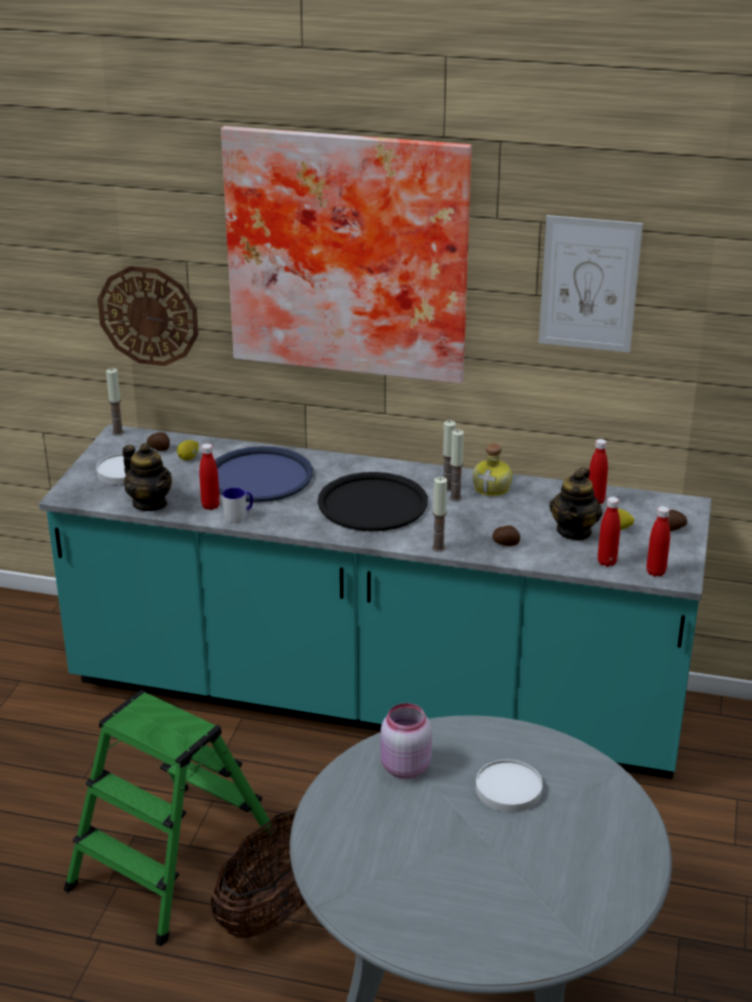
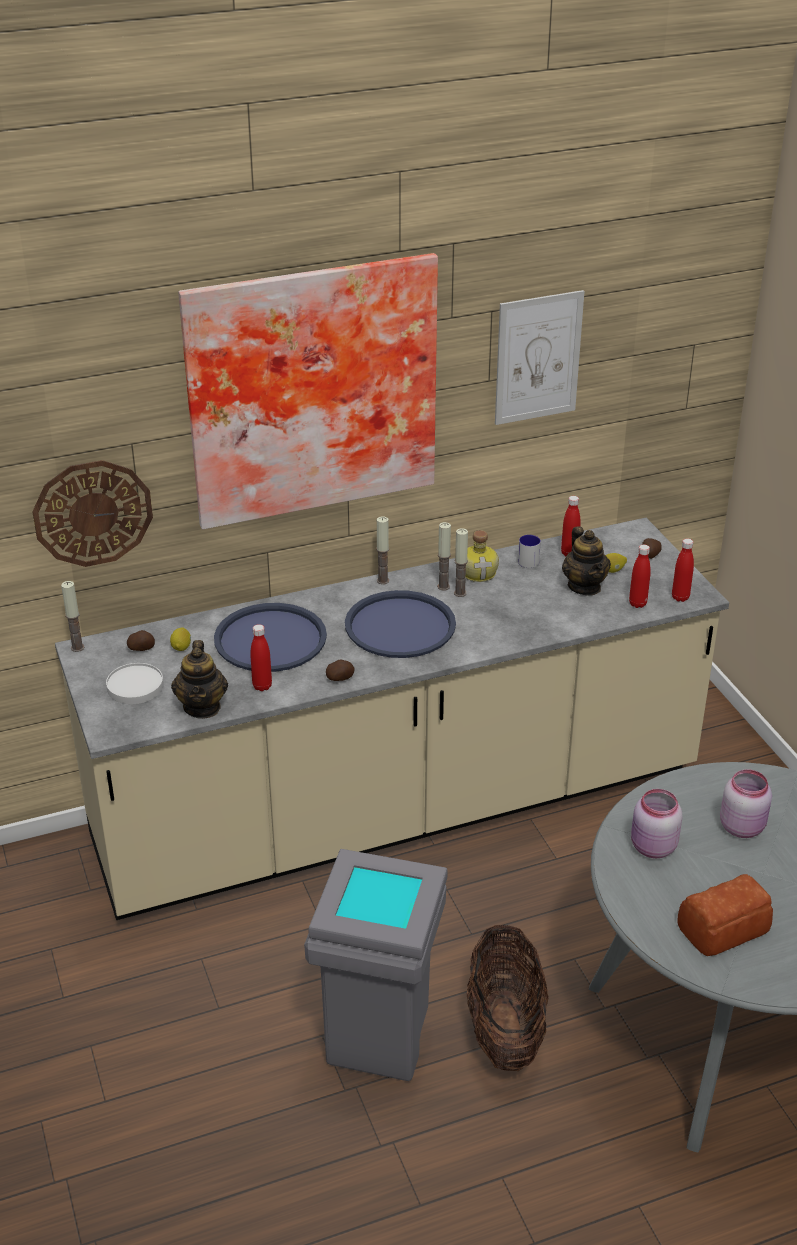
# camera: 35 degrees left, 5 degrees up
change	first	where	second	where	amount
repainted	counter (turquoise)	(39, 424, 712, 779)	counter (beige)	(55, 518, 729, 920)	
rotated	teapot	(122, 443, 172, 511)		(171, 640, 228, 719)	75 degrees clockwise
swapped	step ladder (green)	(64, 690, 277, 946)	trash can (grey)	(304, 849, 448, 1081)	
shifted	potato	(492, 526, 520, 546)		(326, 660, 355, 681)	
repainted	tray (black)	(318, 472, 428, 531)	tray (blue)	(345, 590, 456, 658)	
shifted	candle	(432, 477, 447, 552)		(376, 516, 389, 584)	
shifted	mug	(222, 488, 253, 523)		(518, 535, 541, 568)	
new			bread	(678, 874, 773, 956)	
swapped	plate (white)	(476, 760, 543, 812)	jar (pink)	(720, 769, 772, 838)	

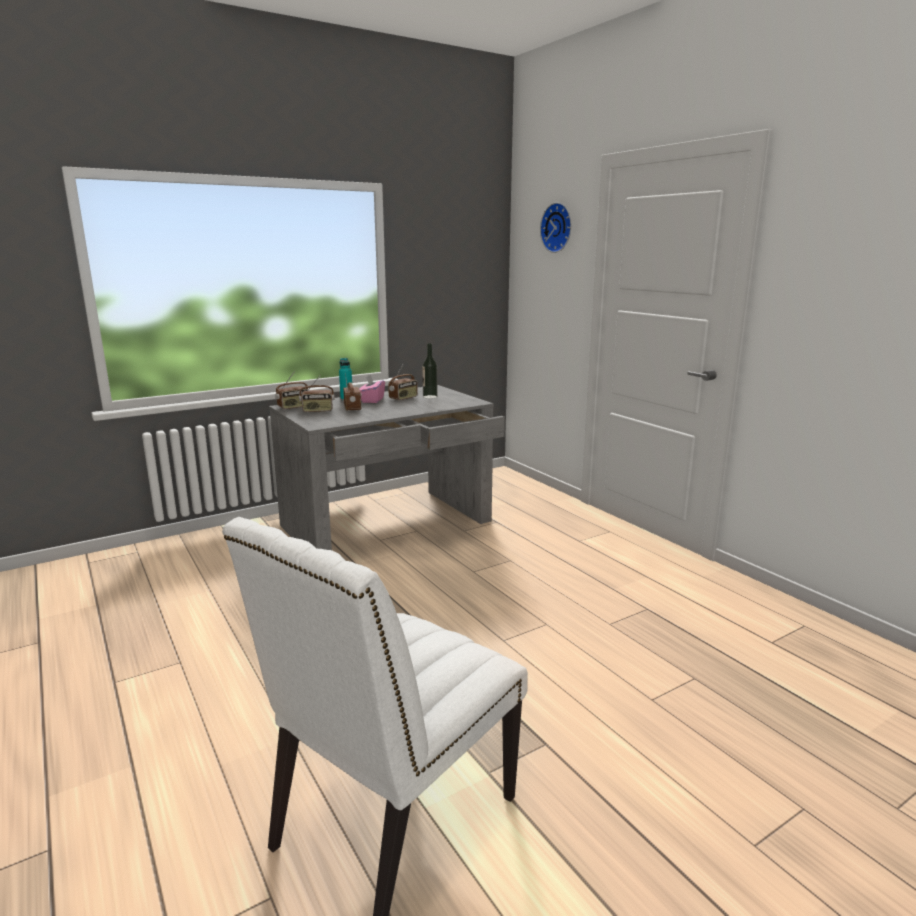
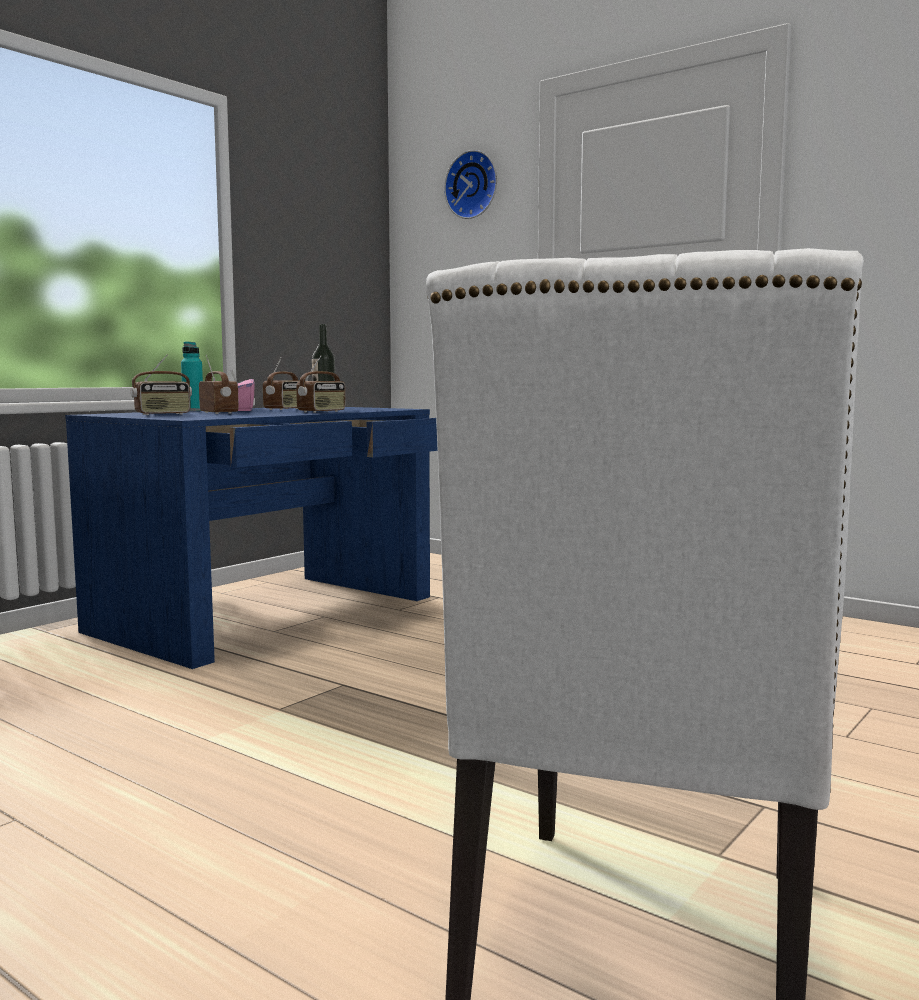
# camera: 20 degrees left, 10 degrees down
change	first	where	second	where	amount
repainted	desk (grey)	(269, 385, 505, 550)	desk (blue)	(65, 407, 438, 669)	
shifted	radio	(275, 372, 308, 409)		(296, 355, 346, 413)	

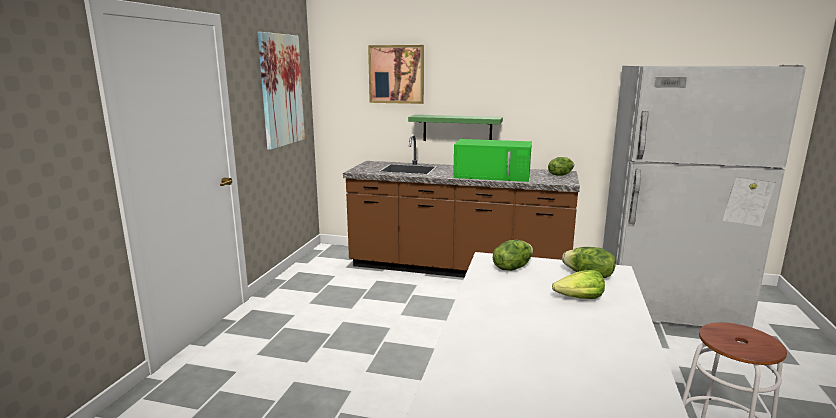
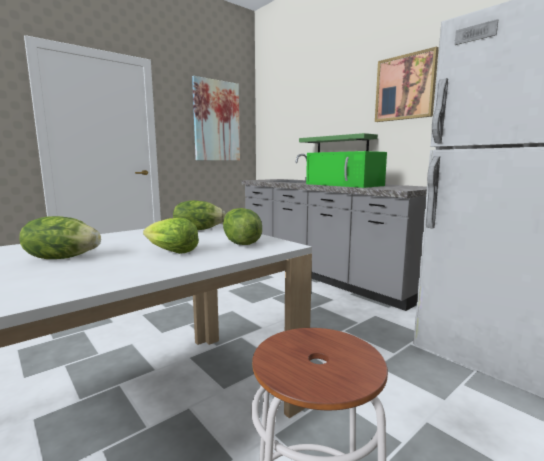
# camera: 35 degrees right, 5 degrees down
change	first	where	second	where	amount
shifted	lettuce	(548, 157, 574, 176)		(19, 216, 101, 259)	
repainted	counter (brown)	(343, 135, 580, 278)	counter (grey)	(241, 154, 427, 311)	
shifted	picture	(368, 45, 424, 104)		(375, 47, 439, 122)	

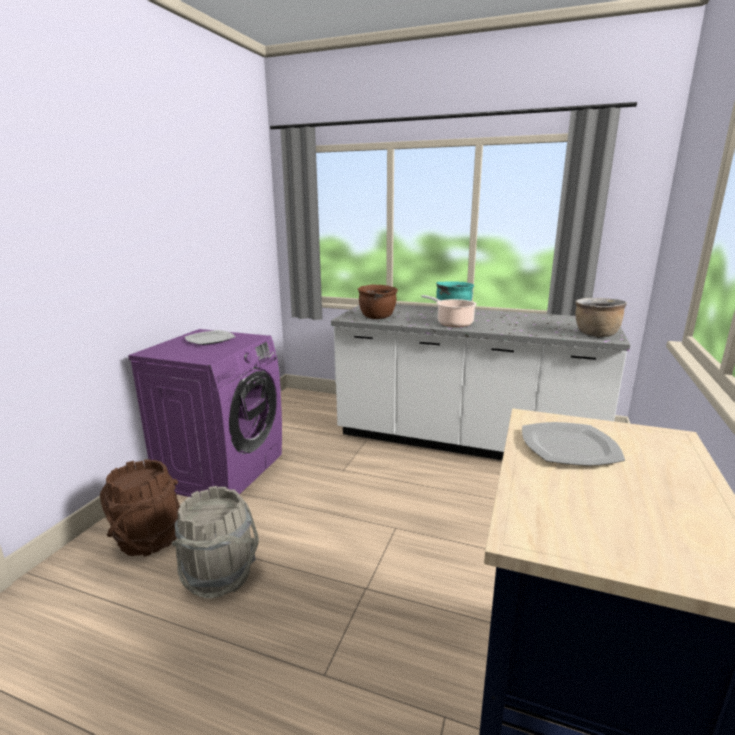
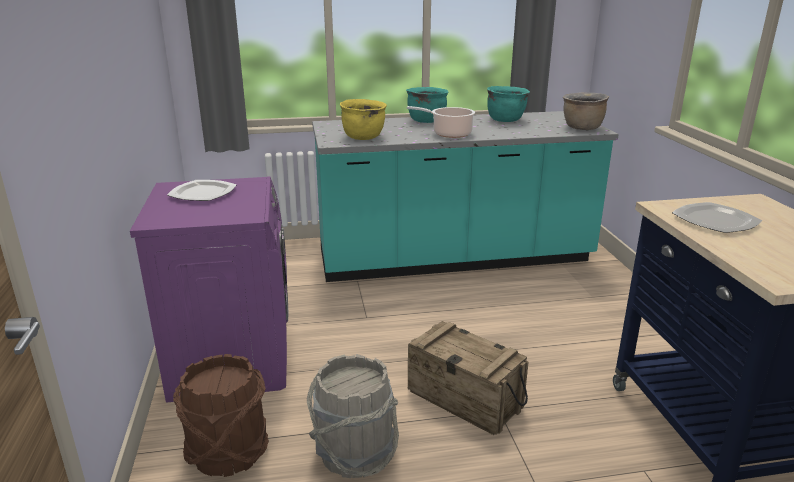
# camera: 30 degrees left, 5 degrees up
change	first	where	second	where	amount
repainted	counter (white)	(331, 304, 630, 460)	counter (turquoise)	(312, 111, 619, 282)	
repainted	cooking pot (brown)	(358, 285, 398, 319)	cooking pot (yellow)	(340, 99, 387, 140)	
new			crate	(408, 321, 528, 435)	
new			cooking pot (turquoise)	(487, 86, 530, 122)	

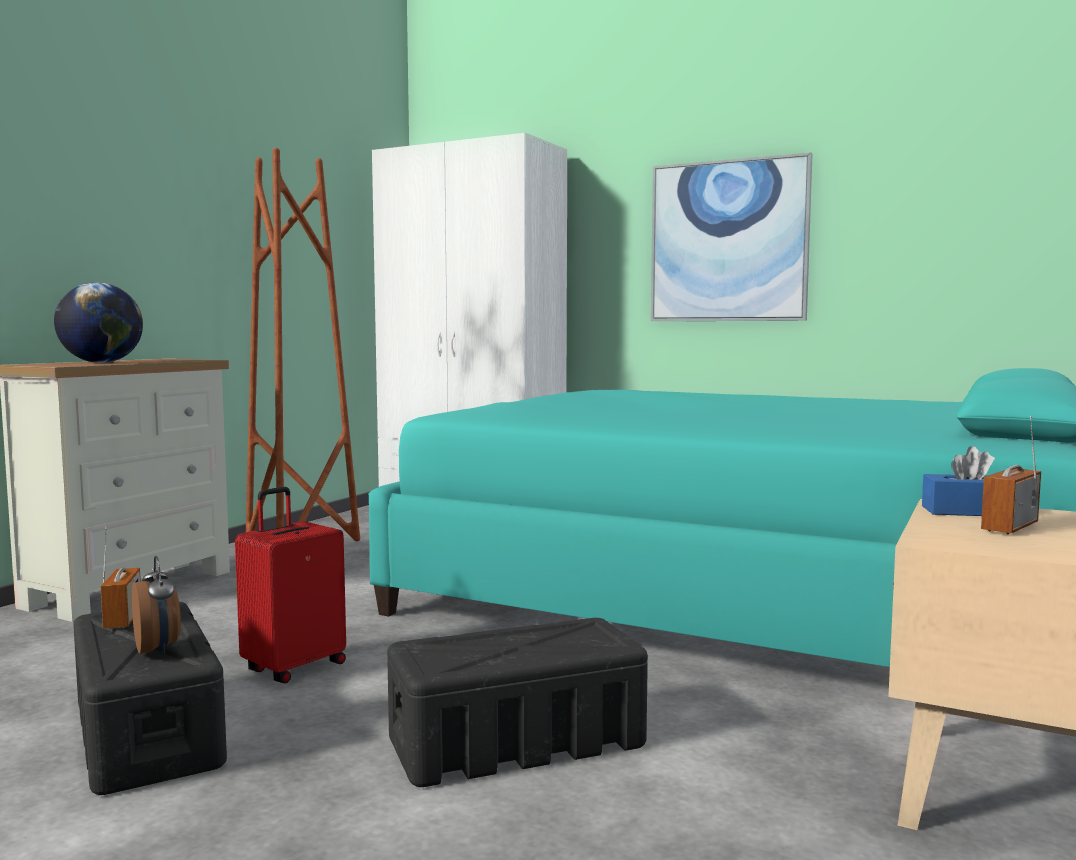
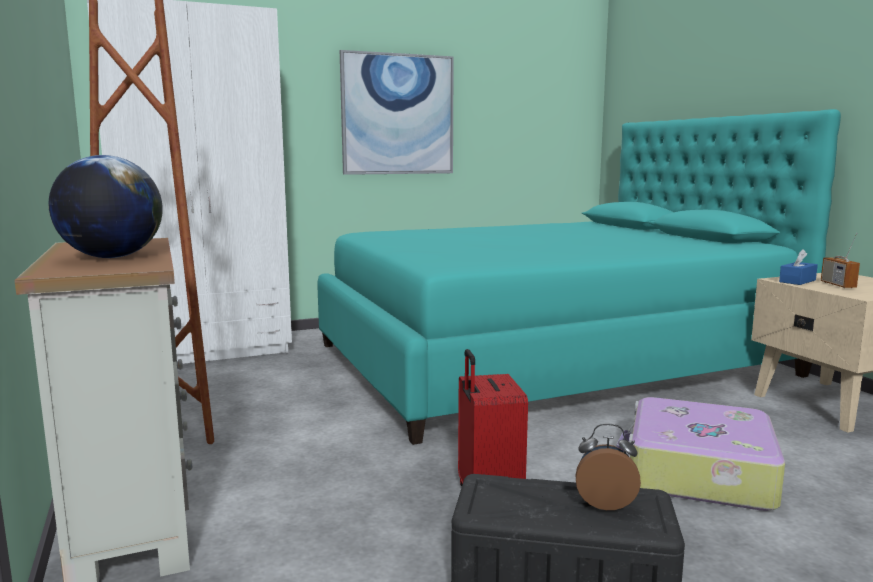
# camera: 50 degrees left, 5 degrees up
change	first	where	second	where	amount
swapped	storage box (black)	(387, 618, 648, 787)	suitcase	(616, 397, 785, 511)	
gone	radio	(100, 527, 141, 629)			

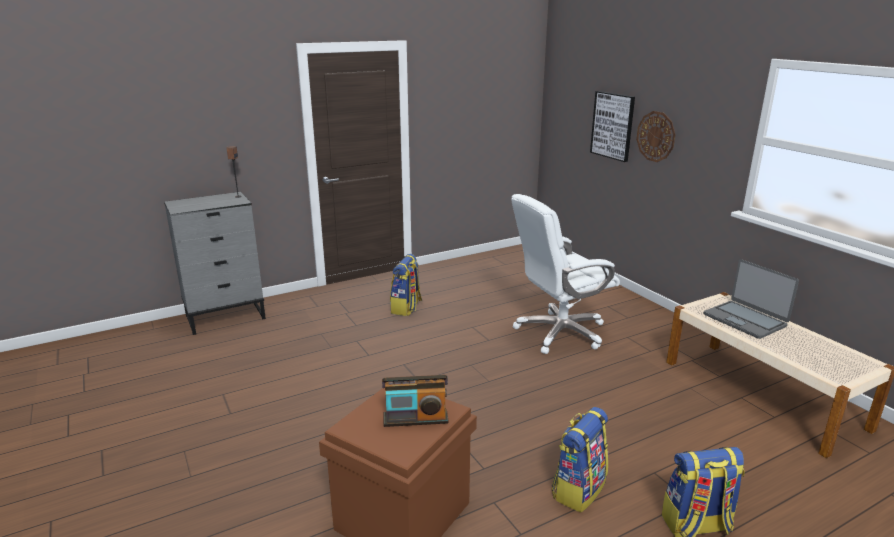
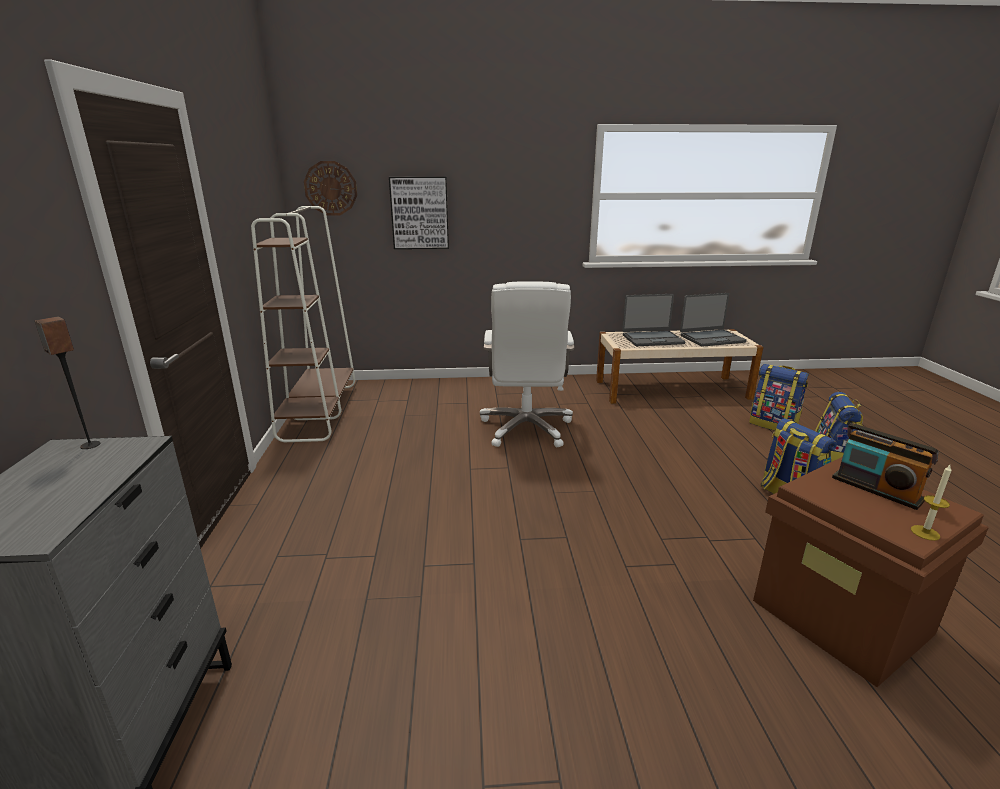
# camera: 65 degrees left, 0 degrees up
change	first	where	second	where	amount
new			clothes rack (brown)	(251, 206, 356, 442)	
shifted	wall clock	(636, 111, 675, 162)		(304, 161, 357, 215)	
new			laptop	(680, 293, 747, 347)	
shifted	backpack	(390, 254, 422, 316)		(749, 364, 809, 431)	
rotated	radio	(382, 375, 449, 427)		(832, 423, 939, 510)	120 degrees clockwise
new			candle	(911, 465, 952, 541)	

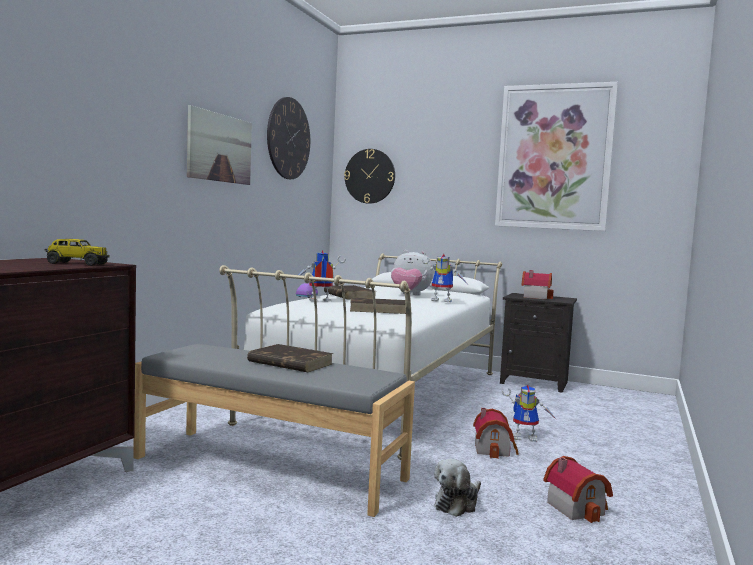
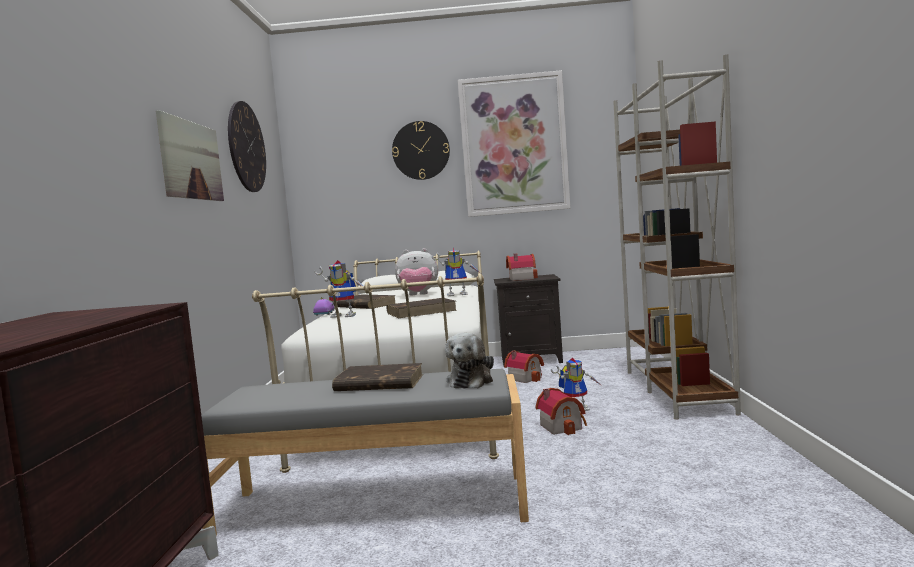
# camera: 20 degrees left, 0 degrees up
change	first	where	second	where	amount
rotated	toy robot	(294, 251, 346, 302)		(314, 260, 363, 318)	135 degrees counterclockwise
shifted	wall clock	(344, 149, 395, 204)		(392, 121, 450, 180)	
shifted	plush toy	(434, 459, 481, 517)		(445, 333, 494, 389)	
shifted	toy house	(543, 456, 613, 523)		(504, 351, 544, 383)	
new			bookcase (brown)	(613, 55, 741, 420)	
gone	toy truck	(44, 239, 109, 266)			

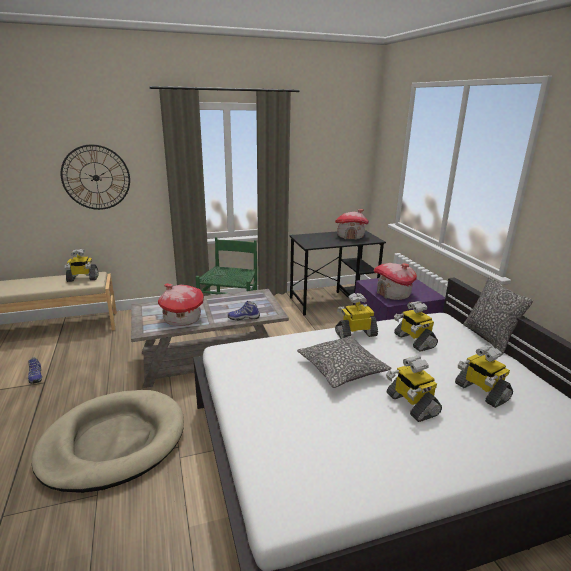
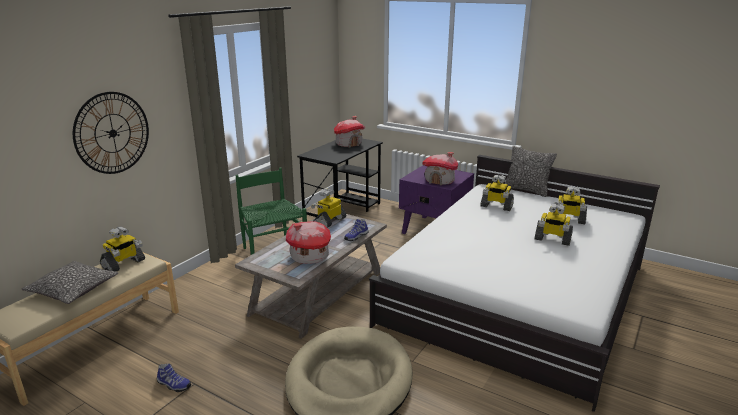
# camera: 40 degrees left, 0 degrees up
change	first	where	second	where	amount
shifted	pillow	(297, 336, 392, 388)		(21, 261, 119, 304)	
shifted	toy robot	(335, 293, 378, 339)		(311, 188, 346, 228)	

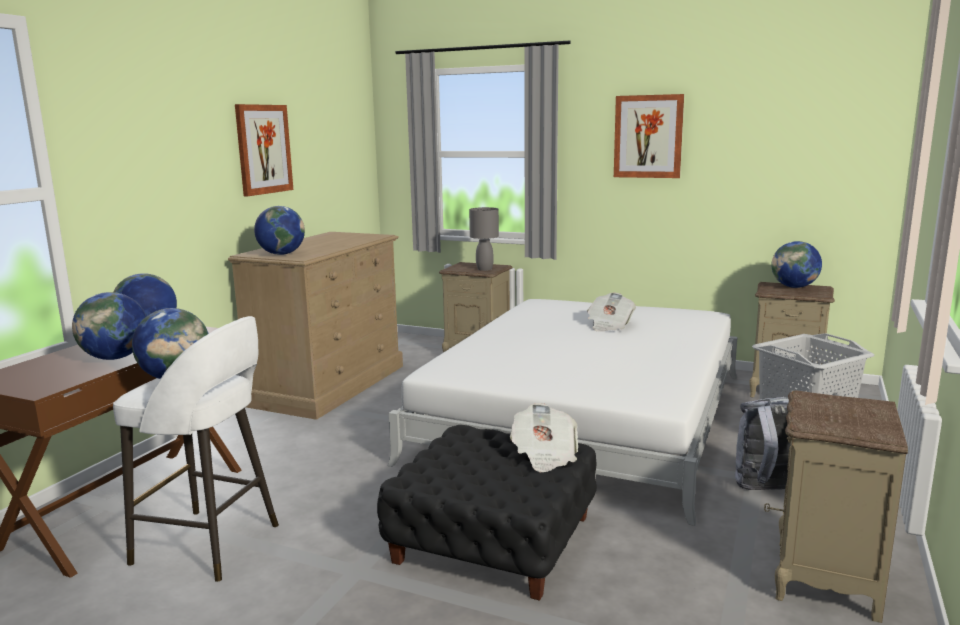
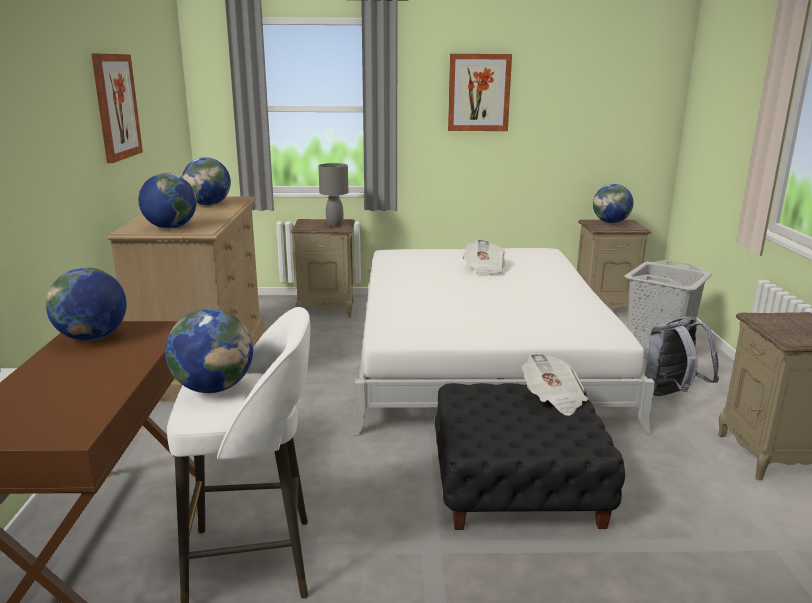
# camera: 25 degrees left, 5 degrees up
change	first	where	second	where	amount
shifted	globe	(72, 292, 146, 360)		(182, 157, 231, 205)	

